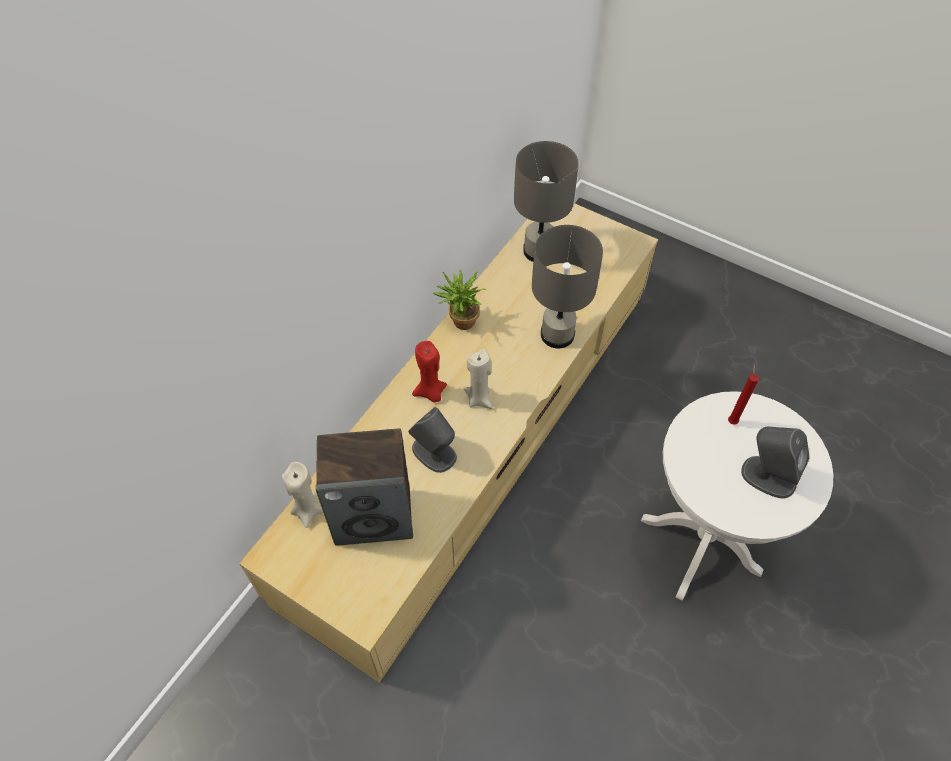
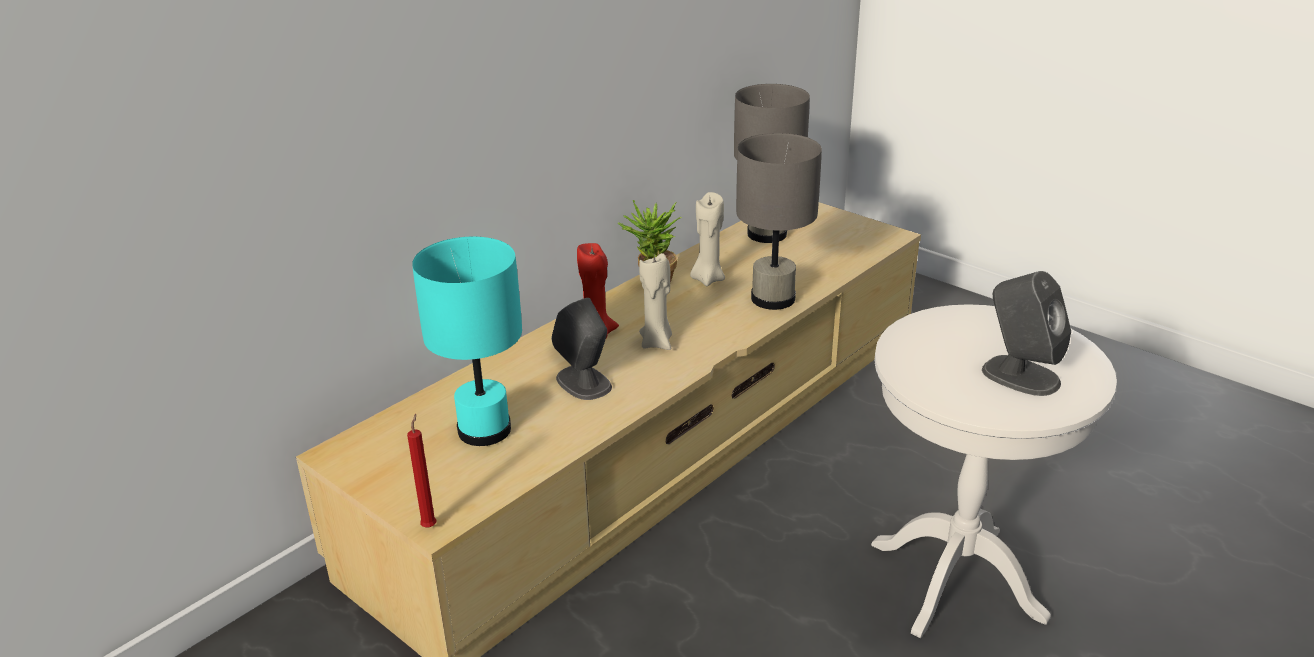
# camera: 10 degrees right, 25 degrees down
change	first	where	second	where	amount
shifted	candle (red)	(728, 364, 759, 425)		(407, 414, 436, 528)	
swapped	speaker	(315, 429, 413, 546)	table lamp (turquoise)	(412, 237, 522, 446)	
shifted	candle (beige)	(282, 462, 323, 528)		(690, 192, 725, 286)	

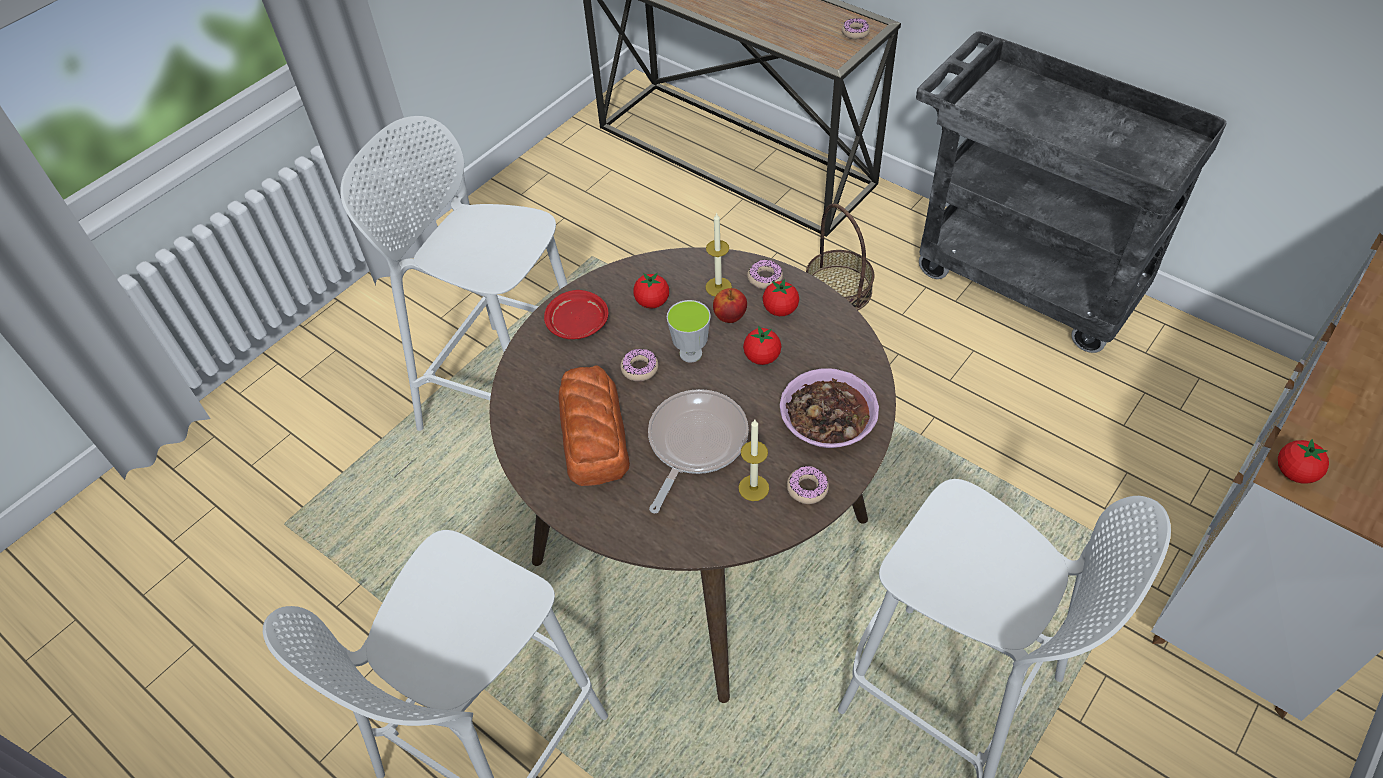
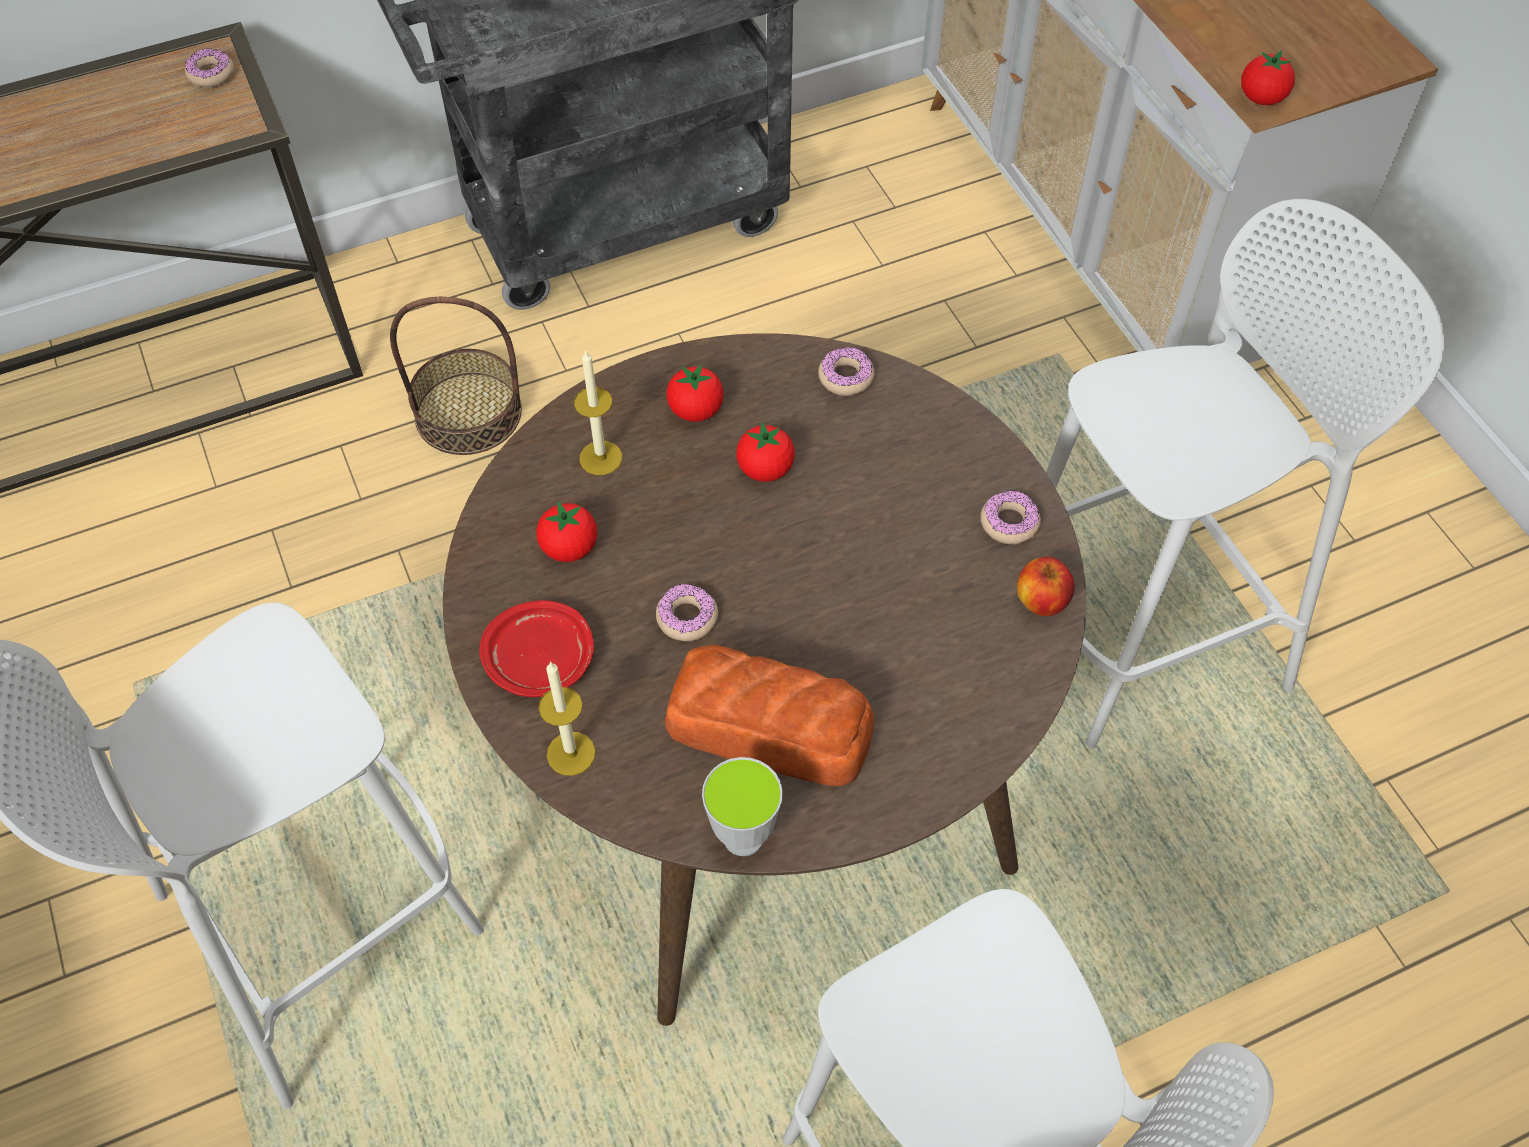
# camera: 65 degrees left, 5 degrees up
change	first	where	second	where	amount
shifted	candle	(738, 420, 769, 501)		(539, 661, 596, 776)	
shifted	cup	(667, 300, 711, 363)		(702, 757, 783, 856)	
shifted	donut	(747, 259, 783, 289)		(818, 347, 874, 396)	
shifted	apple	(713, 288, 747, 323)		(1017, 557, 1075, 616)	
gone	frying pan	(648, 389, 749, 513)			
gone	bowl	(780, 368, 879, 448)			

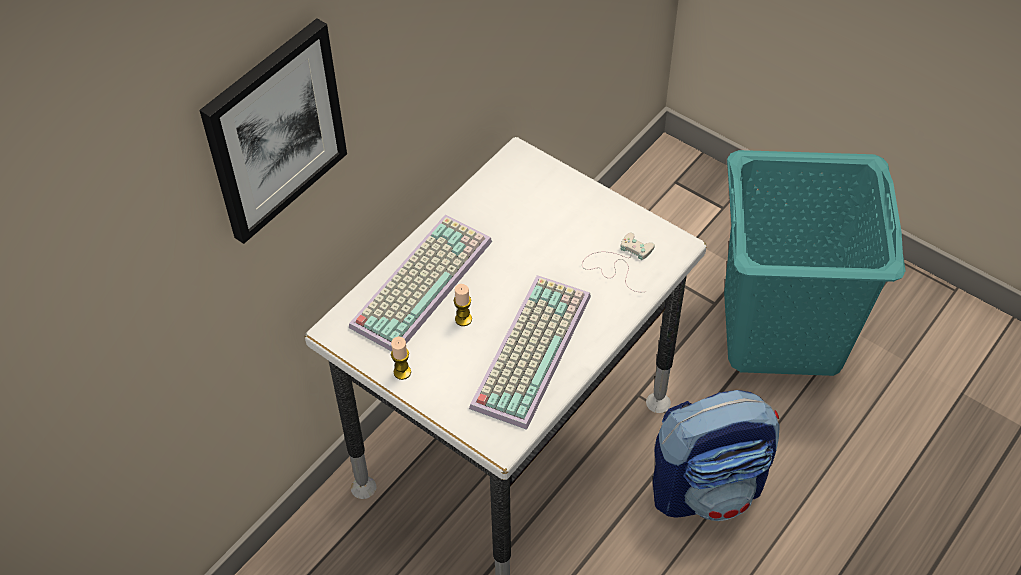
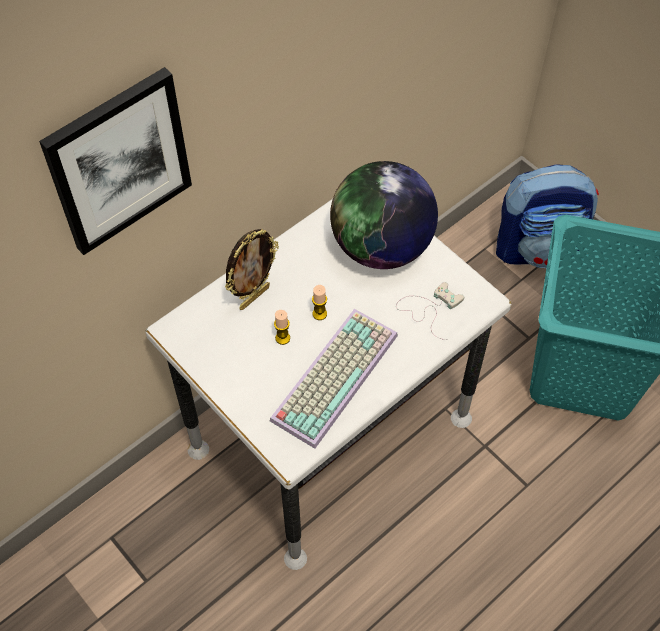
# camera: 10 degrees right, 5 degrees up
change	first	where	second	where	amount
swapped	keyboard	(349, 215, 492, 352)	picture frame	(225, 229, 279, 310)	
shifted	candle	(391, 337, 411, 380)		(312, 285, 327, 320)	
new			globe	(330, 161, 438, 269)	
shifted	backpack	(653, 390, 780, 521)		(496, 164, 599, 268)	

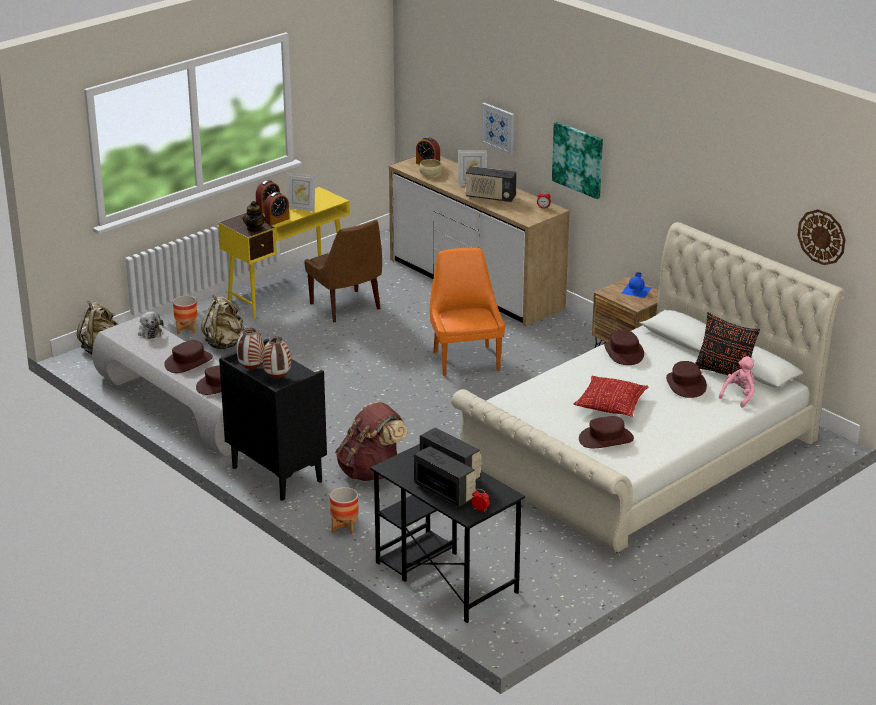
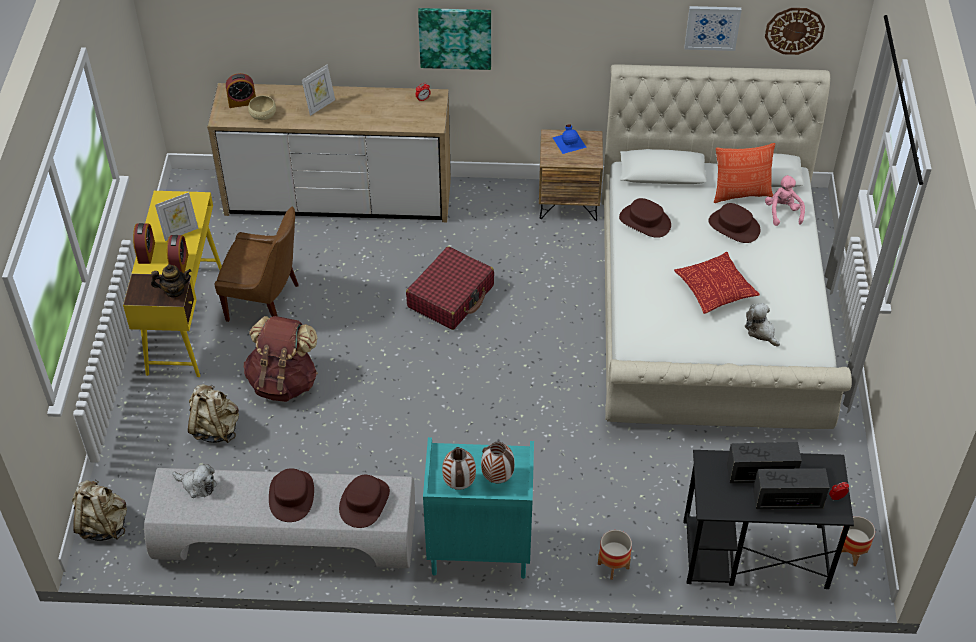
# camera: 45 degrees left, 20 degrees up
change	first	where	second	where	amount
rotated	teapot	(243, 201, 265, 232)		(151, 264, 191, 297)	60 degrees counterclockwise
shifted	backpack (brown)	(335, 402, 408, 481)		(244, 316, 318, 402)	
swapped	chair (orange)	(430, 248, 505, 376)	suitcase (red)	(406, 246, 494, 330)	
repainted	cabinet (black)	(219, 339, 327, 501)	cabinet (turquoise)	(423, 437, 534, 579)	
shifted	picture	(481, 103, 514, 155)		(685, 6, 742, 51)	
repainted	pillow (black)	(695, 312, 760, 376)	pillow (orange)	(714, 143, 775, 203)	
swapped	hat (brown)	(579, 416, 634, 448)	plush toy	(745, 303, 780, 346)	
shifted	planter	(173, 296, 198, 334)		(840, 516, 875, 566)	
gone	radio	(465, 166, 517, 202)			

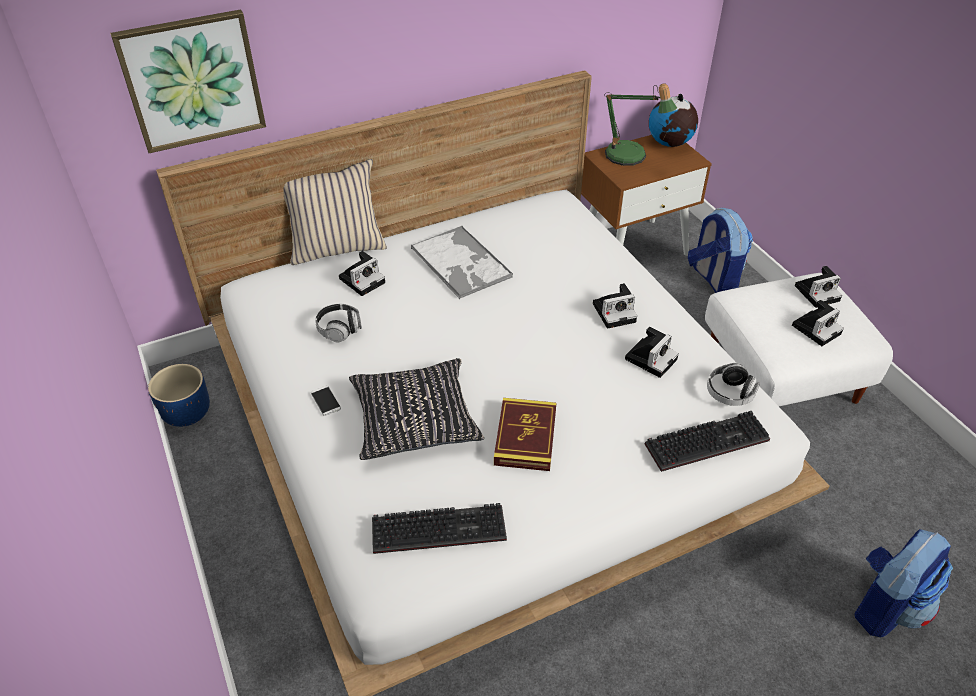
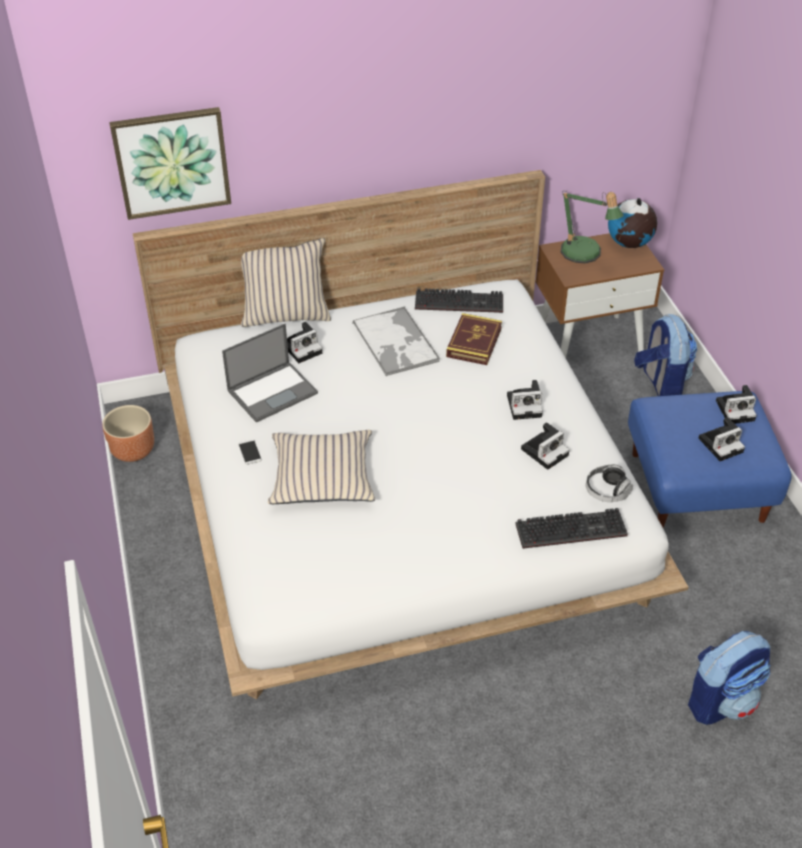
# camera: 10 degrees right, 0 degrees up
change	first	where	second	where	amount
repainted	planter (blue)	(148, 364, 210, 427)	planter (brown)	(102, 405, 154, 462)	
swapped	headphones	(315, 304, 362, 342)	laptop	(222, 324, 318, 423)	
repainted	pillow (black)	(349, 358, 484, 460)	pillow (beige)	(268, 430, 375, 504)	
shifted	keyboard	(372, 503, 507, 554)		(415, 288, 503, 313)	
shifted	book	(494, 398, 556, 471)		(446, 313, 502, 365)	
repainted	ottoman (white)	(705, 273, 893, 406)	ottoman (blue)	(628, 391, 792, 528)	

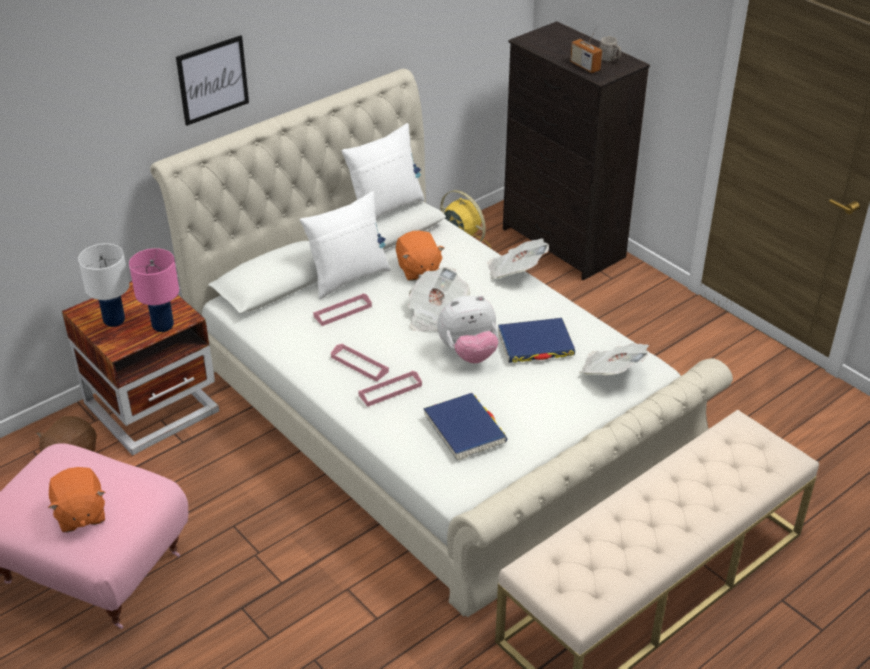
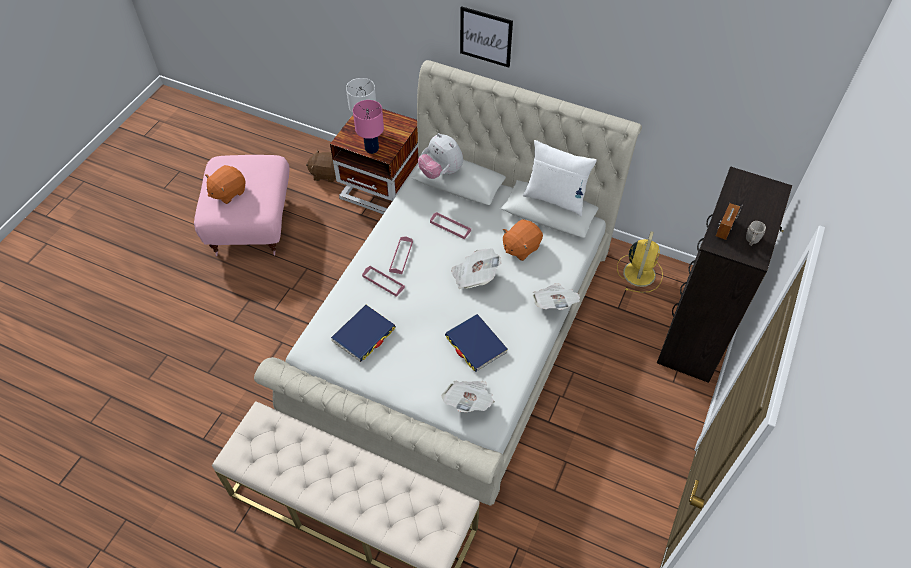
# camera: 65 degrees right, 15 degrees up
change	first	where	second	where	amount
shifted	plush toy	(437, 295, 499, 363)		(418, 133, 463, 179)	
gone	pillow (white)	(300, 191, 390, 299)			

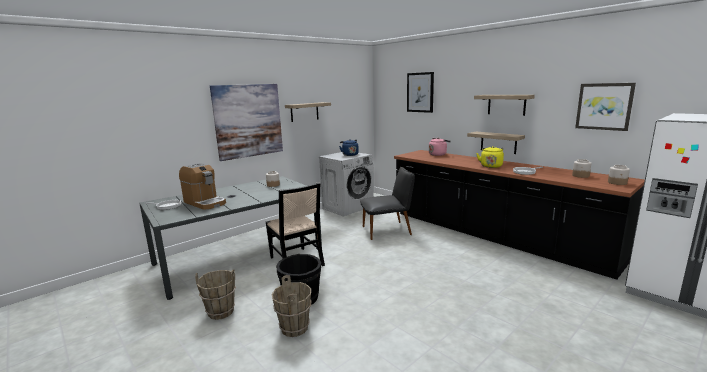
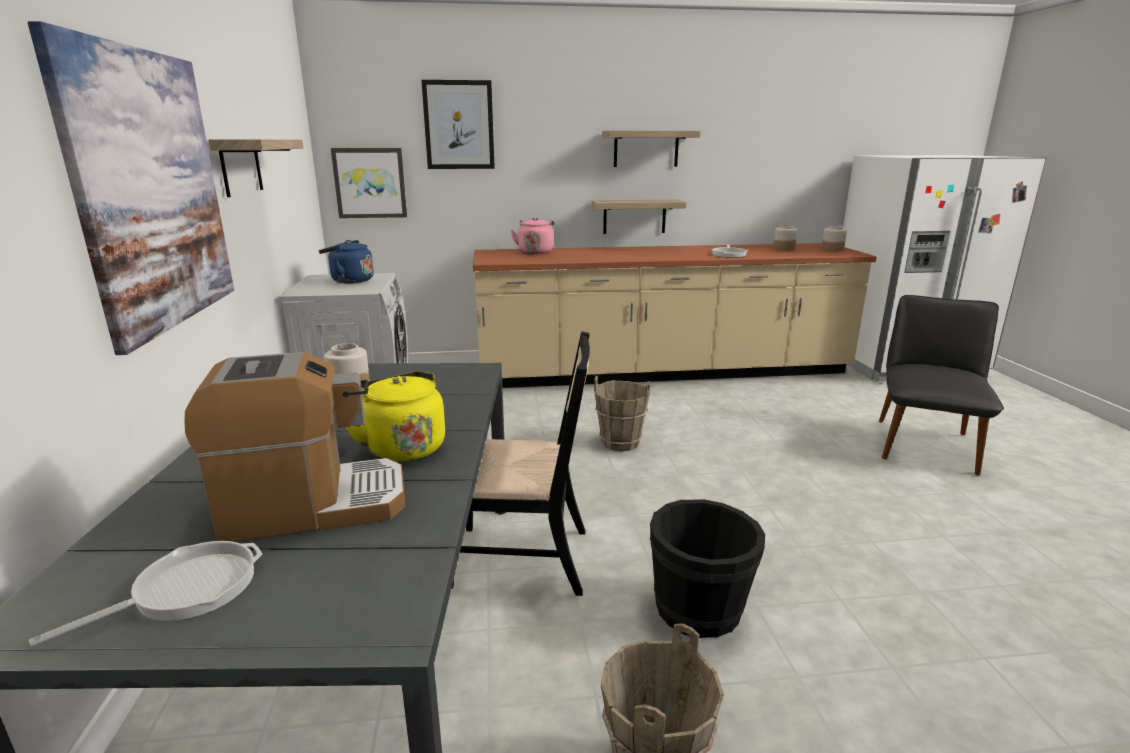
# camera: 55 degrees left, 5 degrees up
change	first	where	second	where	amount
shifted	picture	(575, 83, 636, 131)		(331, 148, 407, 218)	
shifted	kettle (yellow)	(476, 146, 504, 168)		(346, 371, 445, 462)	
repainted	counter (black)	(394, 150, 645, 280)	counter (beige)	(473, 243, 877, 388)	
shifted	bucket (brown)	(271, 275, 311, 337)		(594, 376, 651, 452)	
shifted	chair (black)	(360, 167, 415, 240)		(879, 295, 1004, 476)	

